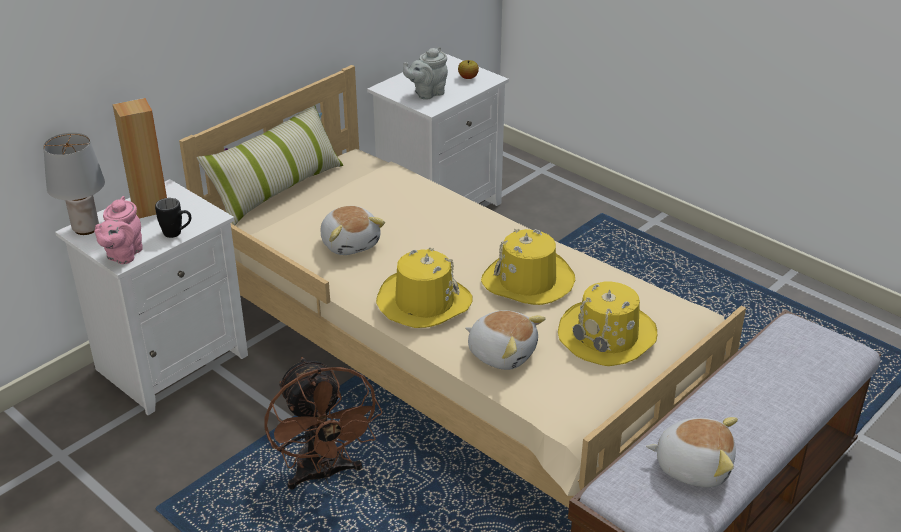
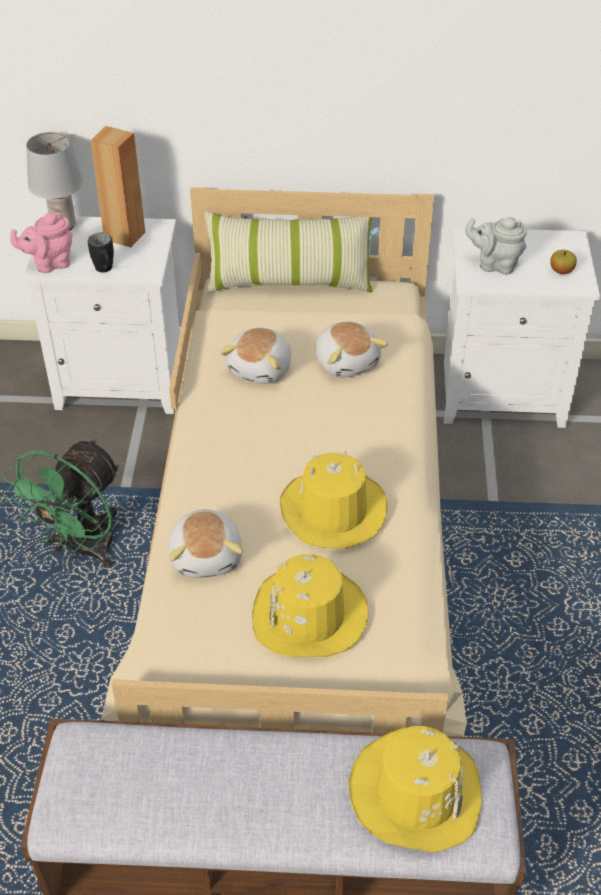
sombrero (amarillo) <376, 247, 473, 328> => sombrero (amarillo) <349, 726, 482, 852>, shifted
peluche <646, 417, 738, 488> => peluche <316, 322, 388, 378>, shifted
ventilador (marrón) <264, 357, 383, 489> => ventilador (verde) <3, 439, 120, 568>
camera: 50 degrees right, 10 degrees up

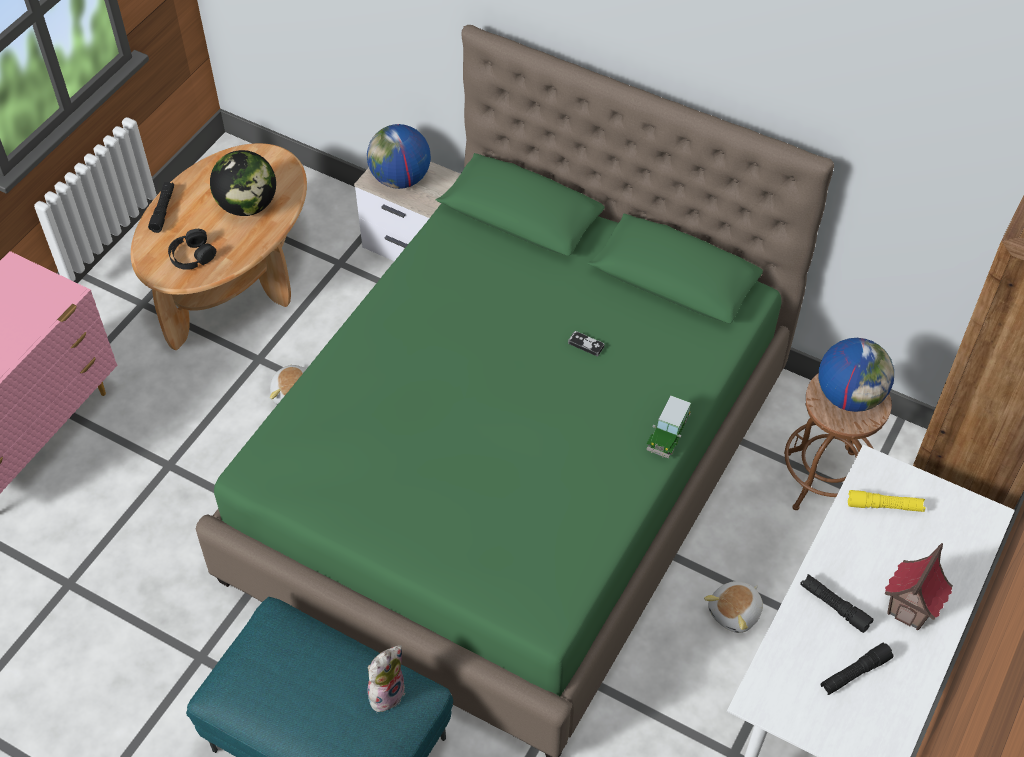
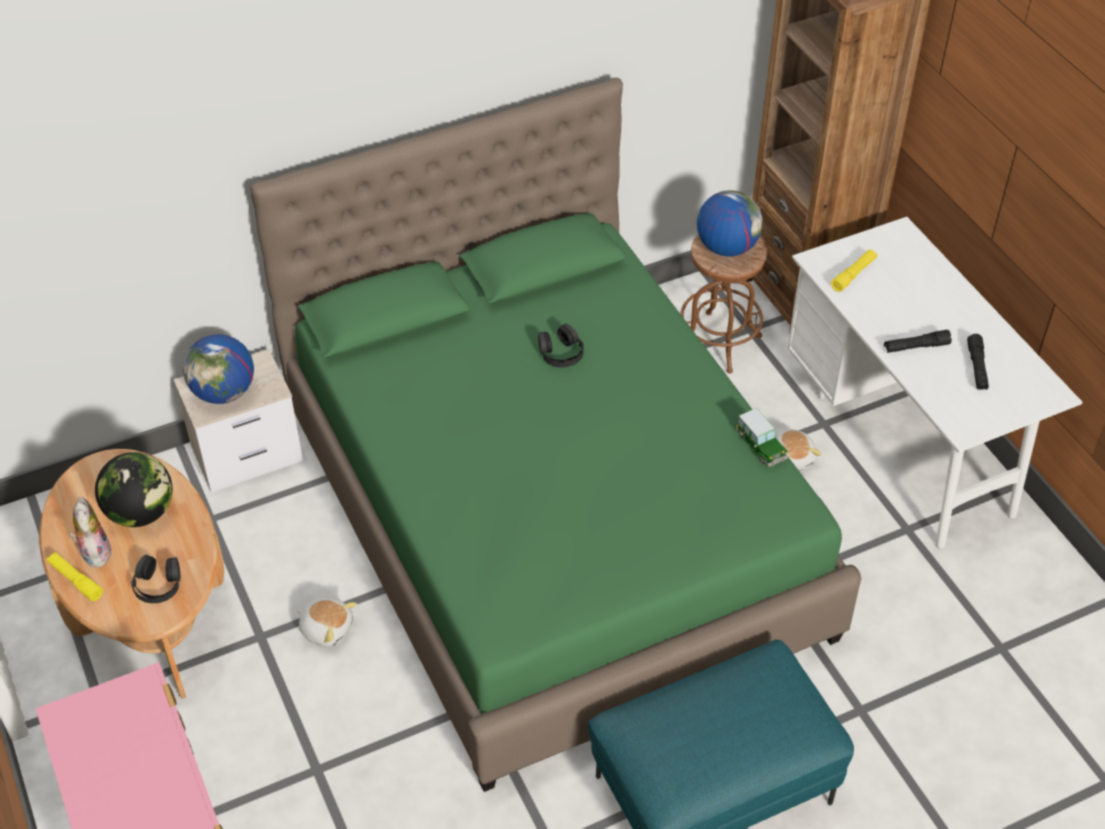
casita <885, 543, 953, 630> => nothing
peluche <368, 645, 405, 712> => peluche <69, 497, 112, 567>, shifted
coche de juguete <646, 395, 691, 459> => coche de juguete <736, 408, 788, 467>, shifted
mando de consola <568, 331, 605, 357> => auriculares (negro) <538, 324, 584, 367>
linterna (negro) <148, 182, 174, 233> => linterna (amarillo) <47, 552, 103, 601>
camera: 55 degrees left, 5 degrees down

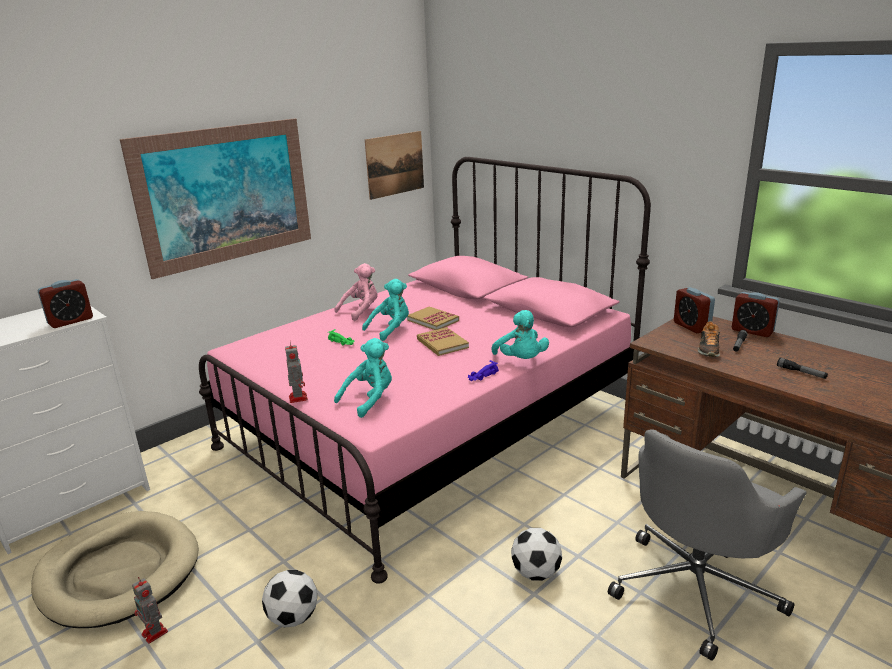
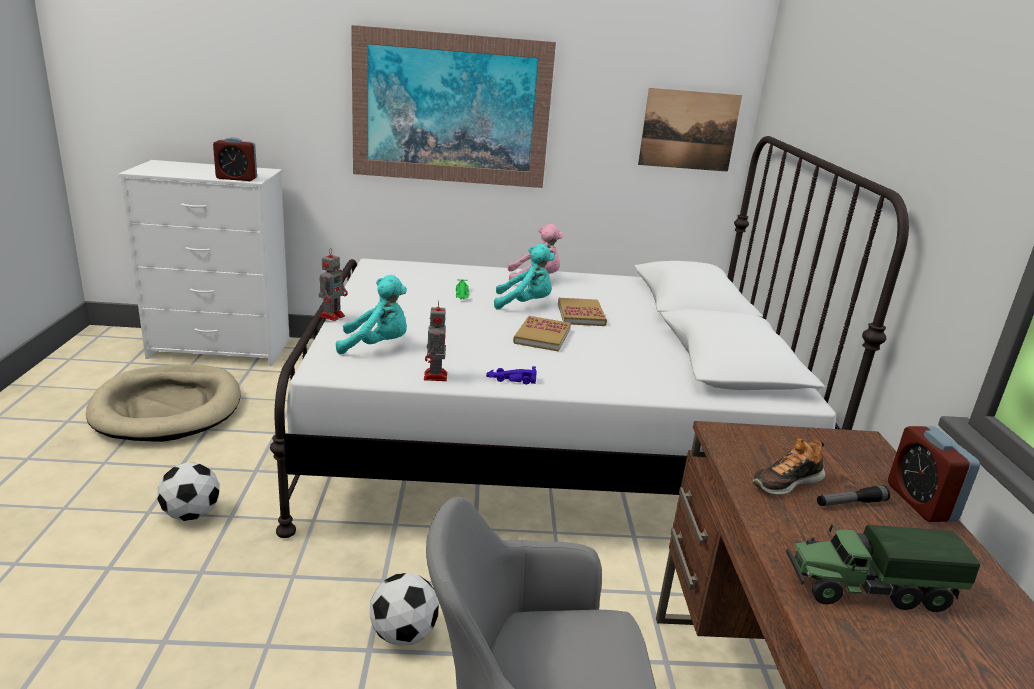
peluche (turquesa) <491, 310, 549, 359> => nothing
despertador <674, 287, 715, 333> => nothing
robot de juguete <132, 577, 168, 644> => robot de juguete <424, 300, 447, 381>, shifted
linterna <777, 357, 828, 379> => camión de juguete <786, 524, 980, 612>
cama (rosa) <199, 157, 651, 584> => cama (blanco) <270, 136, 909, 538>
camera: 40 degrees right, 0 degrees up

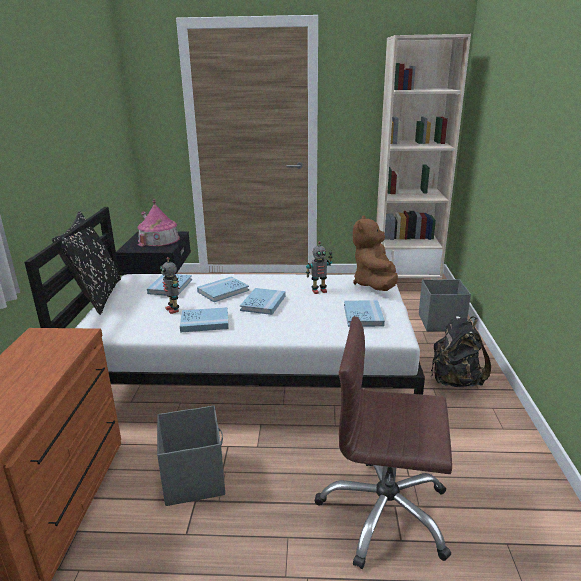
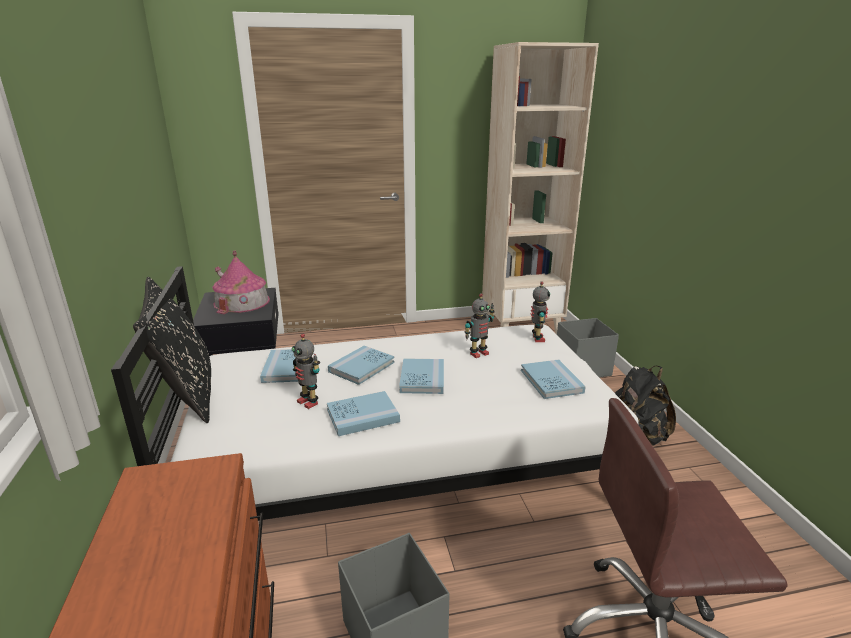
peluche (marrón) <353, 215, 398, 291> => robot de juguete <531, 281, 550, 342>
camera: 15 degrees left, 0 degrees up

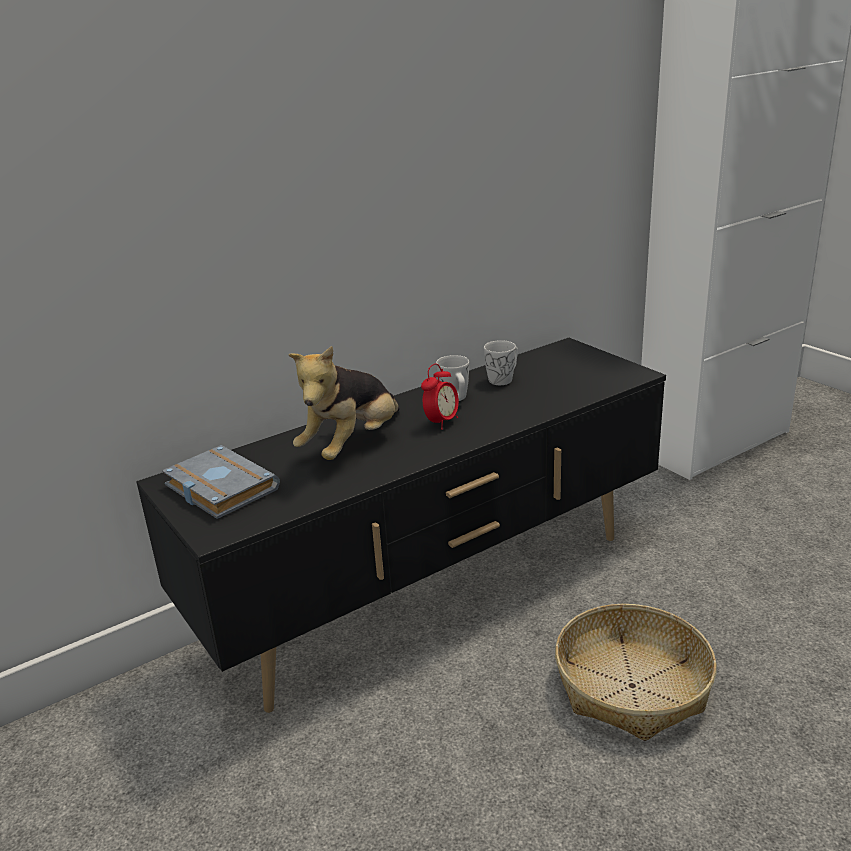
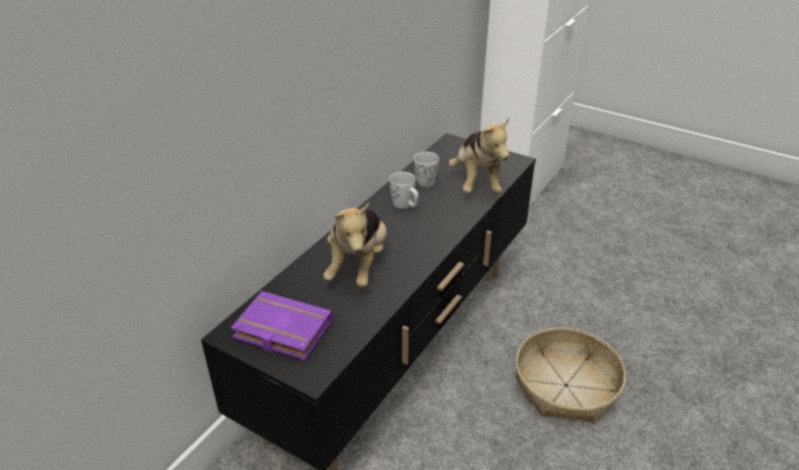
despertador <421, 363, 459, 430> => nothing
nothing => peluche <449, 118, 509, 194>
libro (gris) <162, 445, 280, 519> => libro (morado) <231, 291, 334, 361>
camera: 25 degrees left, 10 degrees up

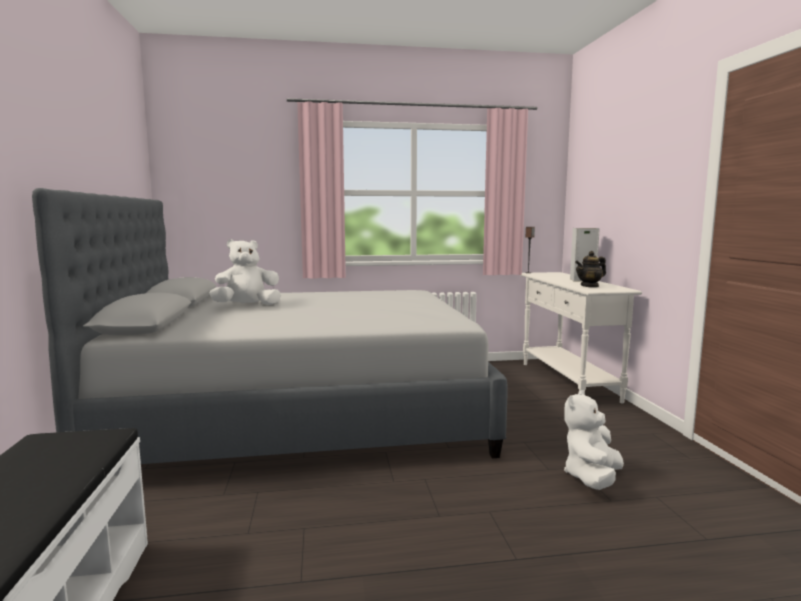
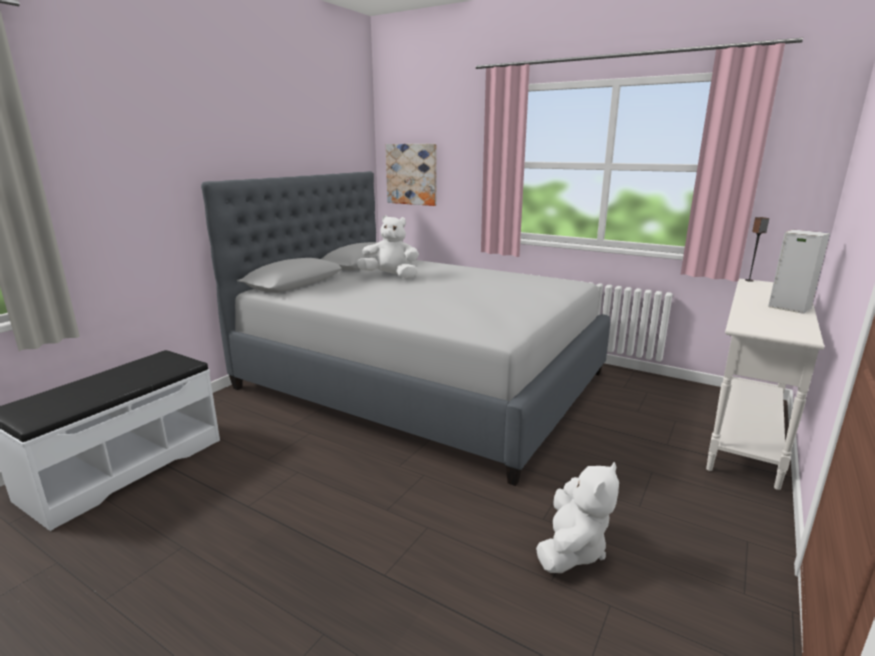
tetera <575, 251, 606, 287> => nothing
nothing => cuadro <386, 144, 436, 206>
peluche (blanco) <564, 390, 624, 490> => peluche (blanco) <536, 462, 619, 573>, 135 degrees clockwise
camera: 40 degrees right, 10 degrees up

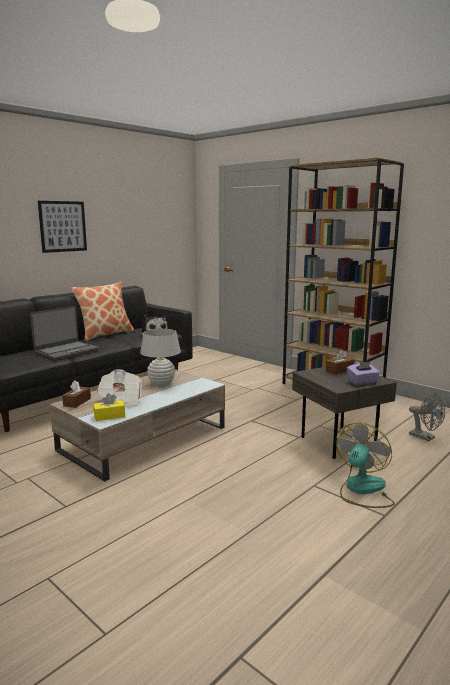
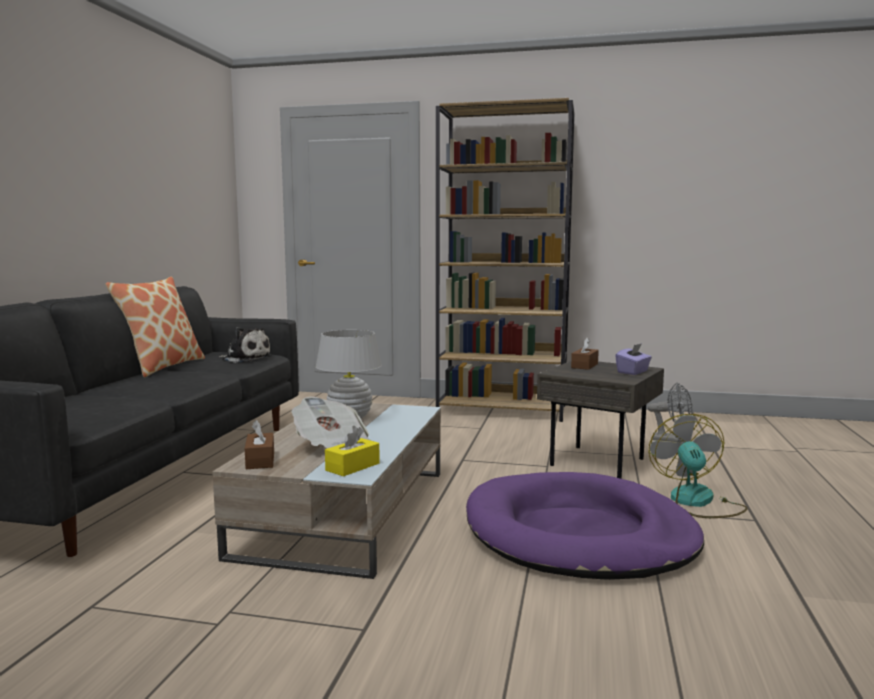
portátil <30, 306, 99, 360> => nothing
cuadro <38, 201, 87, 253> => nothing
nothing => cama para perro (morado) <466, 472, 704, 580>
camera: 30 degrees left, 5 degrees down

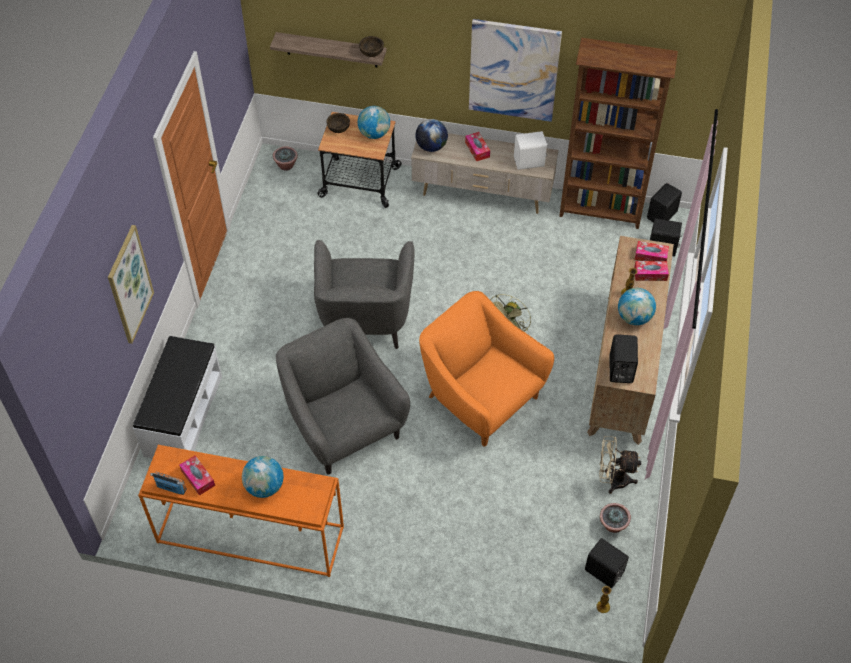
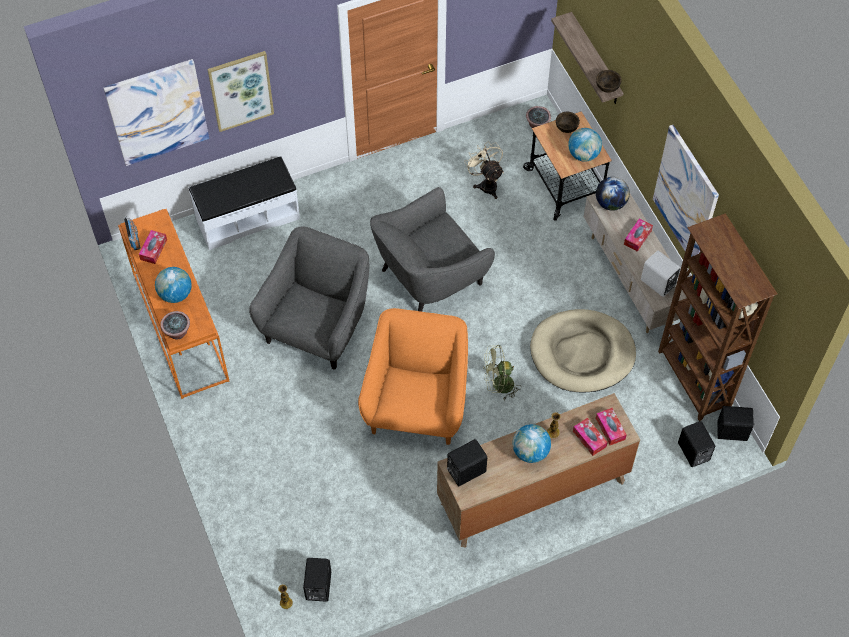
nothing => cuadro <103, 59, 209, 166>
nothing => cama para perro (beis) <530, 309, 636, 393>
ventilador (beis) <599, 436, 641, 494> => ventilador (beis) <464, 141, 504, 199>, shifted
planta en maceta <600, 503, 631, 533> => planta en maceta <160, 311, 190, 340>, shifted
camera: 55 degrees right, 5 degrees up

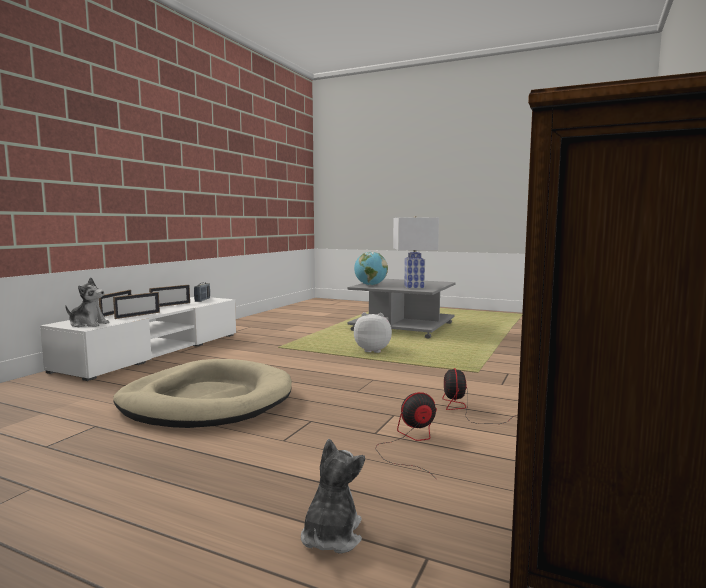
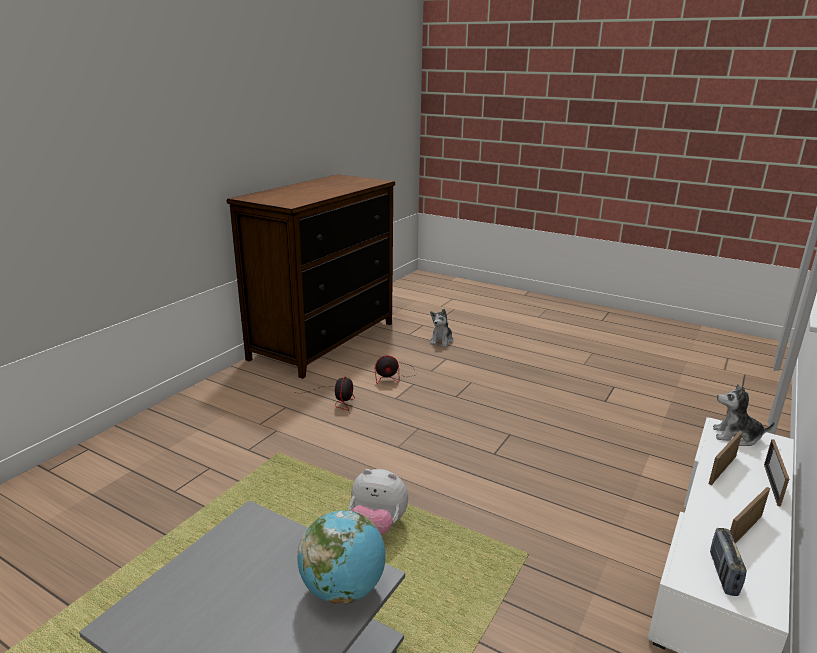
cama para perro (beis) <113, 359, 292, 428> => nothing
lámpara de mesa (blanco) <393, 216, 439, 289> => nothing
camera: 175 degrees left, 15 degrees up

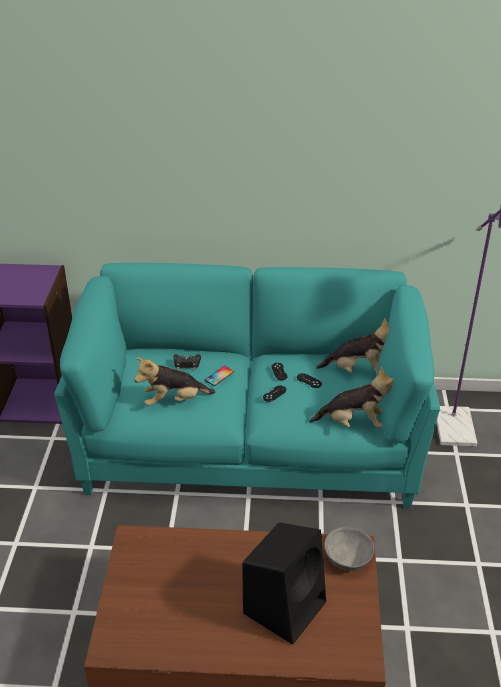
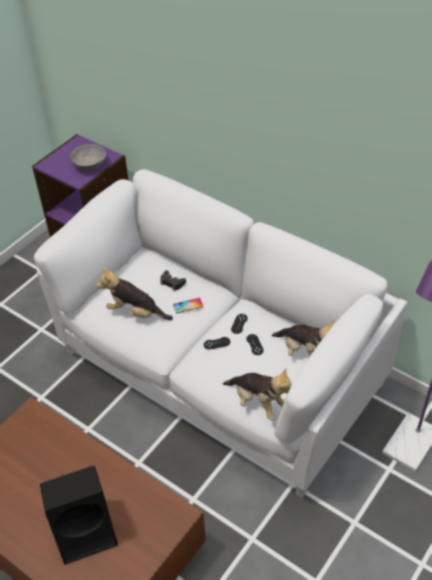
cuenco (gris) <325, 527, 374, 571> => cuenco (gris) <70, 144, 106, 171>, shifted
sofá (turquesa) <54, 263, 440, 509> => sofá (blanco) <34, 169, 407, 498>
camera: 35 degrees right, 10 degrees up

